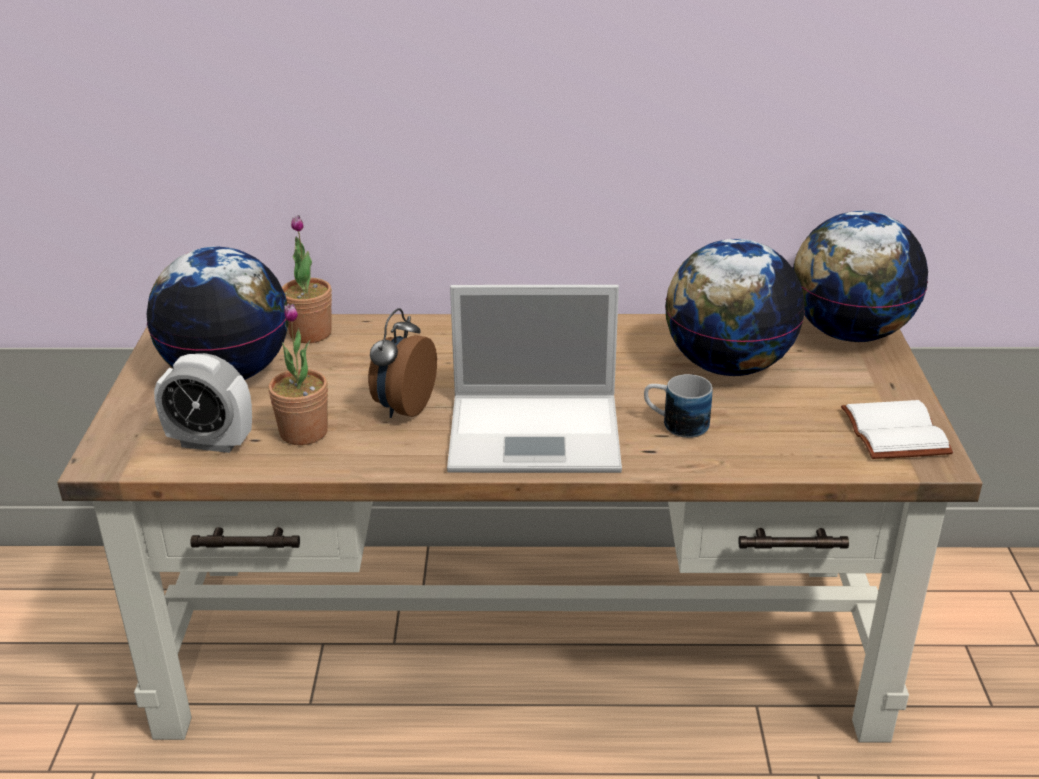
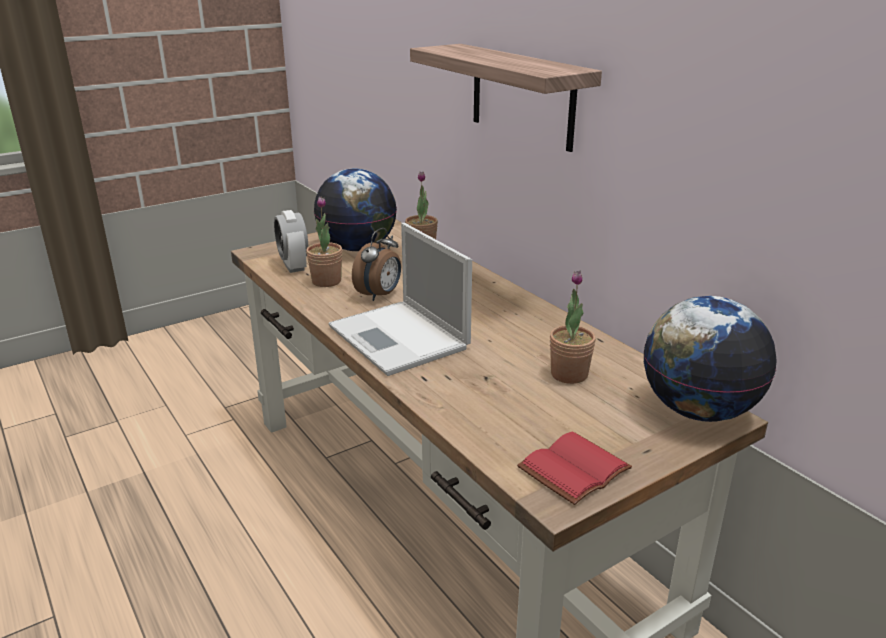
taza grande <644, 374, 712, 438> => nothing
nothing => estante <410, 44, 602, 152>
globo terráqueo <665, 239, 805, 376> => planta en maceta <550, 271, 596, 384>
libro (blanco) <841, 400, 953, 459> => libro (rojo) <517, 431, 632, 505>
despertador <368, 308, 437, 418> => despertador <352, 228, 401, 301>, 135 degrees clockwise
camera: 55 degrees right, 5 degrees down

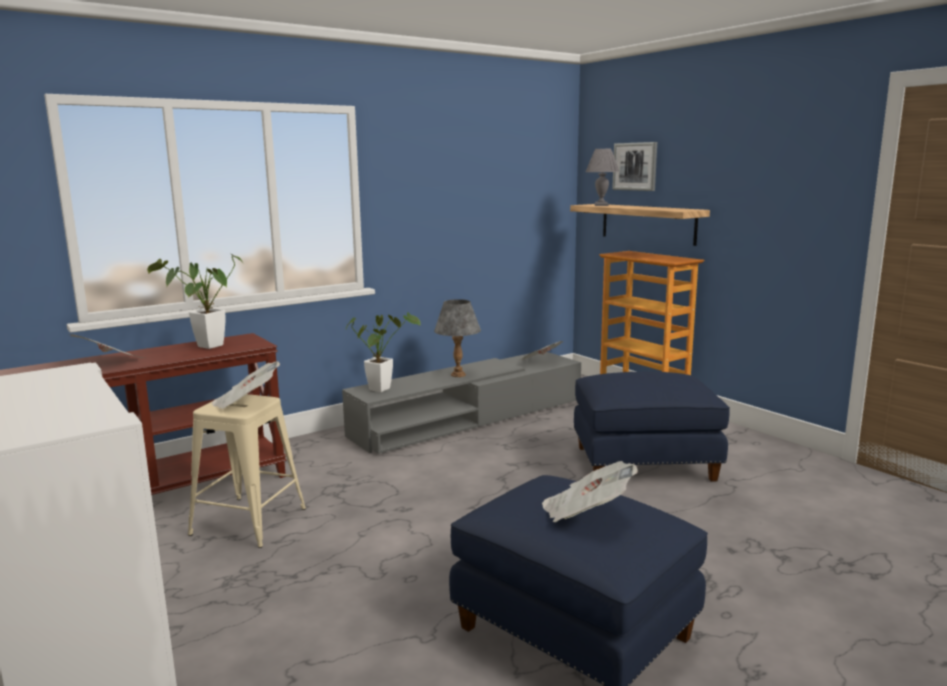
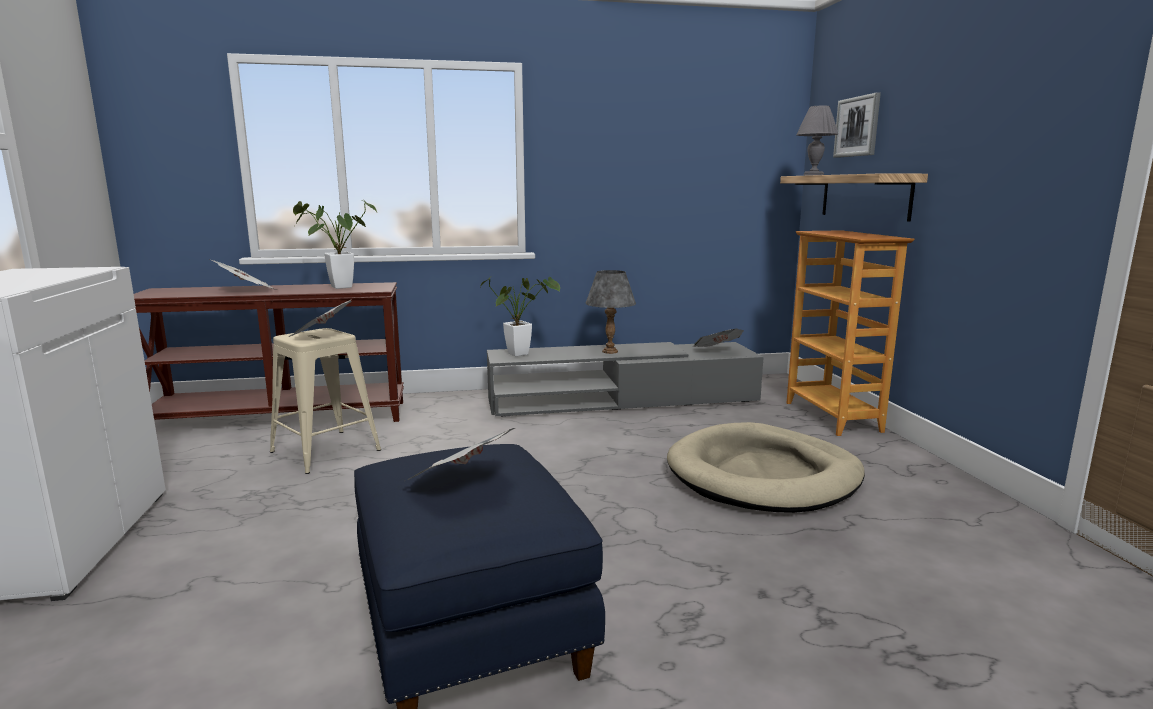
puf (azul) <574, 372, 730, 481> => cama para perro (beis) <667, 422, 865, 513>
camera: 25 degrees right, 0 degrees up

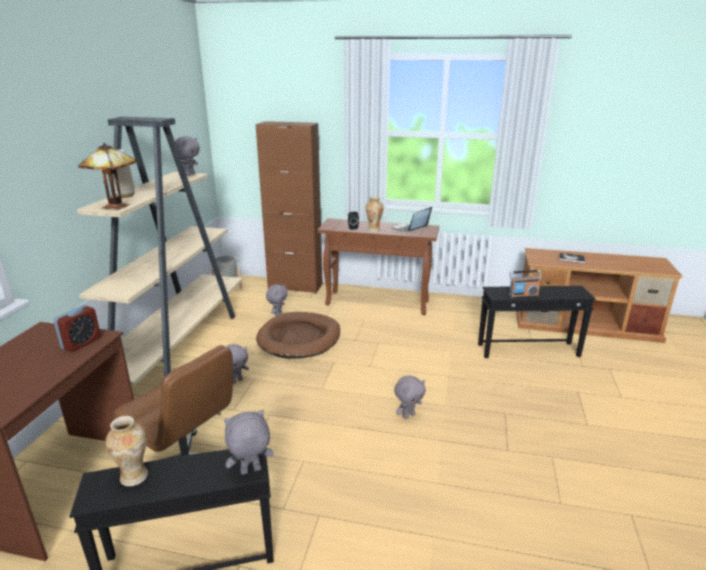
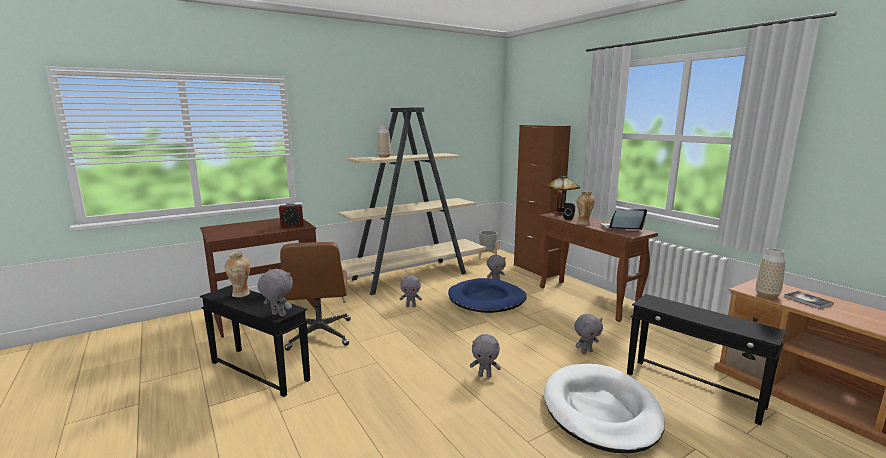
radio <509, 270, 541, 299> => nothing
nothing => cama para perro (blanco) <544, 364, 665, 453>
nothing => florero <756, 248, 786, 298>
lámpara de mesa <78, 143, 137, 210> => lámpara de mesa <545, 174, 580, 215>, shifted
peluche (gris) <175, 136, 200, 176> => peluche (gris) <574, 314, 603, 354>, shifted
cama para perro (marrón) <256, 312, 340, 359> => cama para perro (azul) <448, 278, 526, 313>
camera: 45 degrees right, 10 degrees down

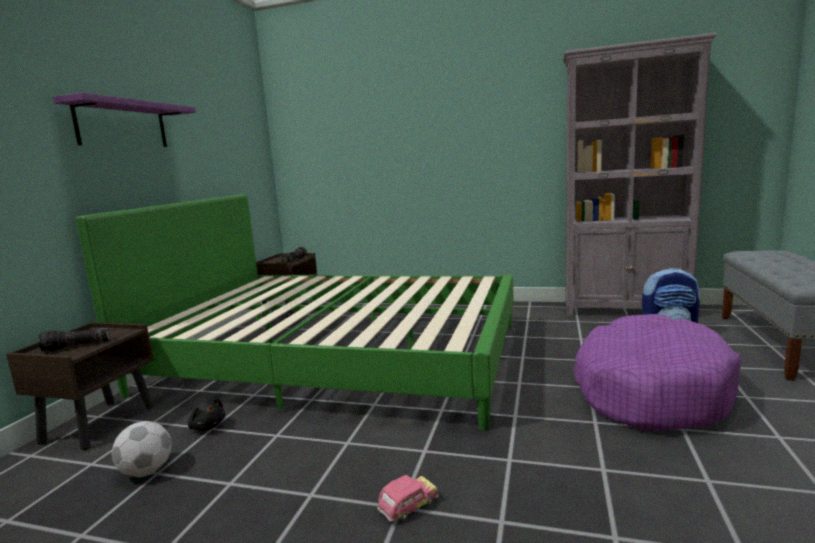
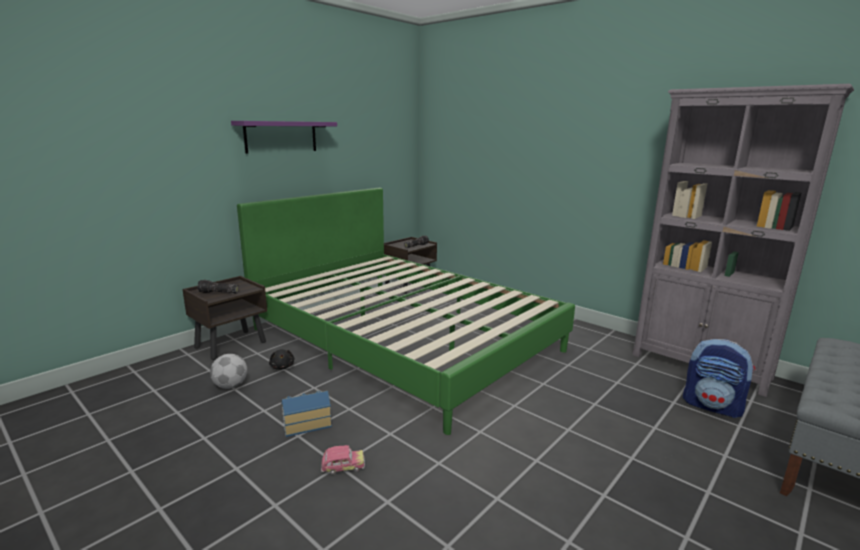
cama para perro (morado) <573, 314, 741, 431> => nothing
nothing => casita <281, 391, 332, 437>
camera: 25 degrees right, 5 degrees up

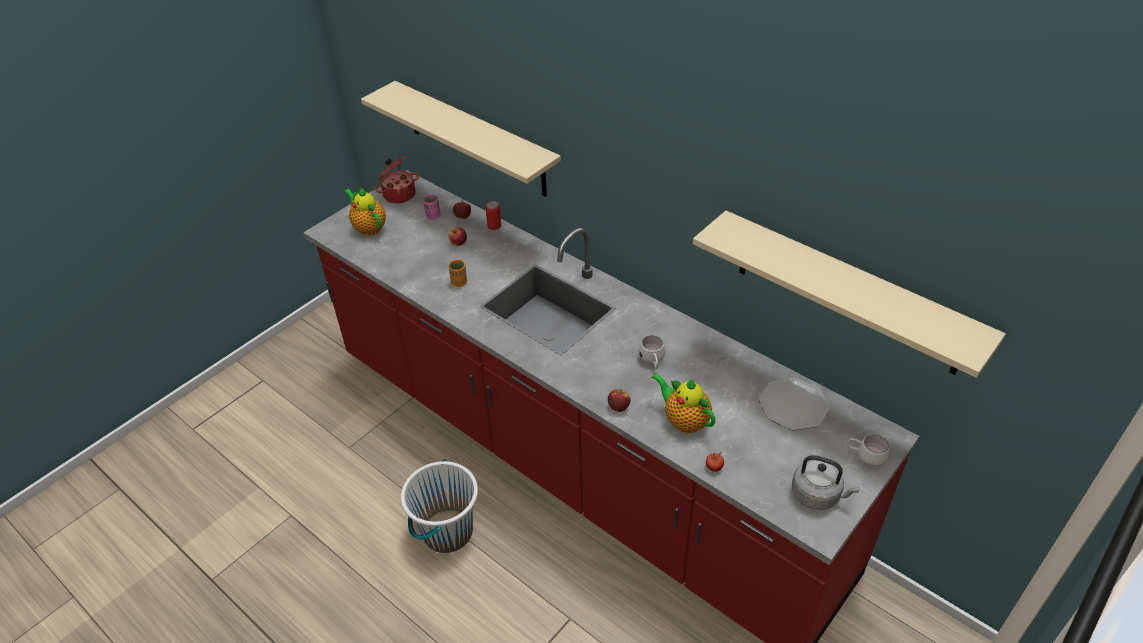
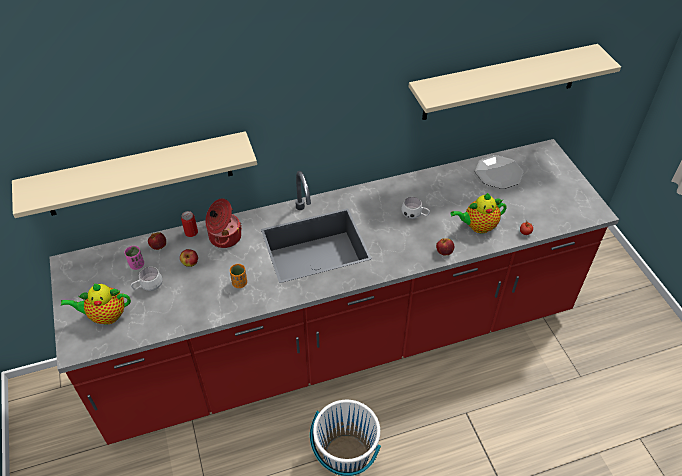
hervidor (gris) <792, 455, 860, 510> => nothing
olla <375, 156, 419, 204> => olla <205, 199, 242, 248>, shifted
taza grande (blanco) <848, 434, 890, 467> => taza grande (blanco) <131, 267, 163, 291>, shifted
camera: 60 degrees left, 5 degrees up

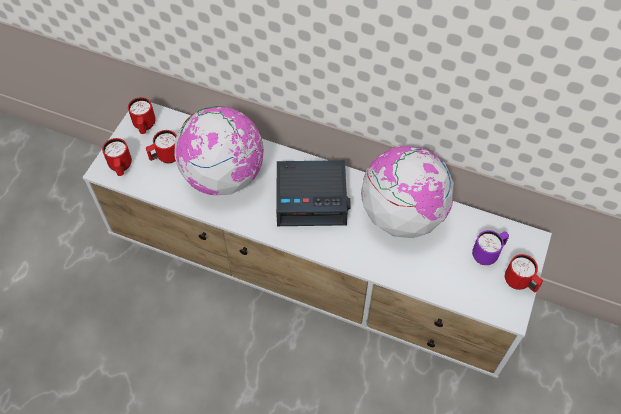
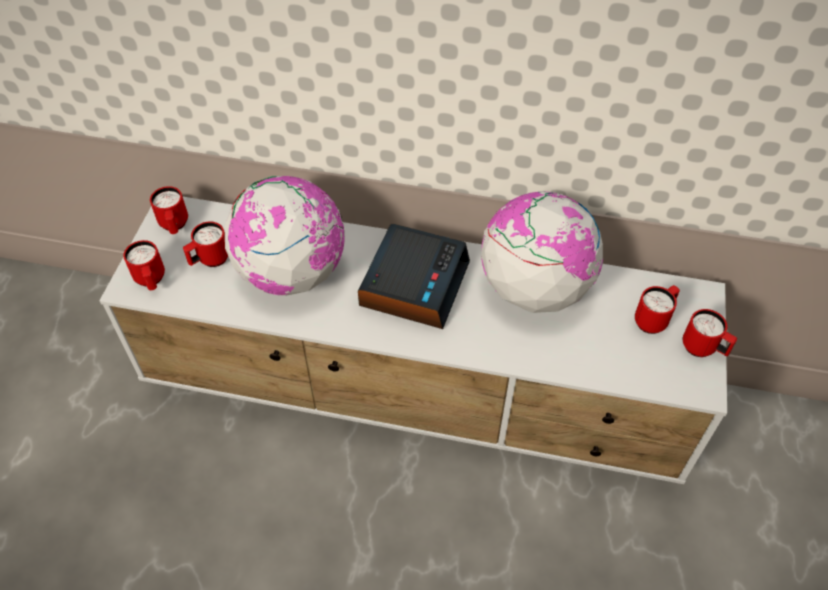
taza grande (morado) <472, 230, 509, 265> => taza grande (rojo) <635, 285, 680, 334>
despertador <276, 160, 351, 226> => despertador <358, 224, 470, 329>, 60 degrees counterclockwise
camera: 10 degrees left, 5 degrees down

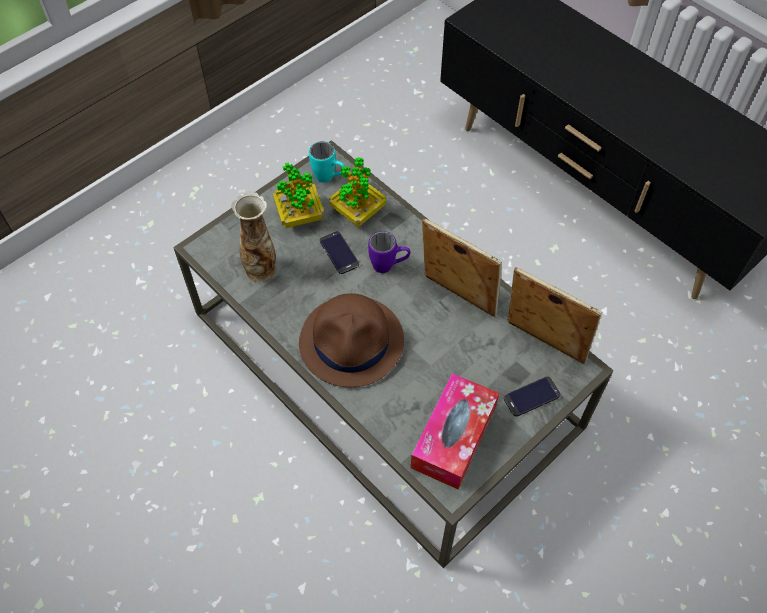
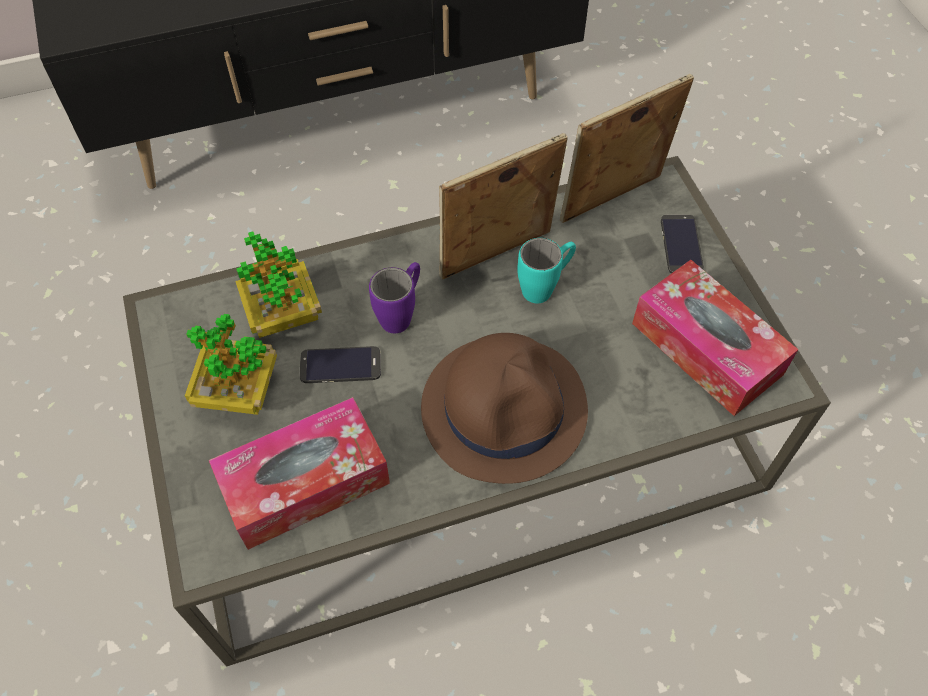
taza grande (turquesa) <309, 141, 345, 183> => taza grande (turquesa) <517, 238, 576, 303>, shifted
florero <231, 192, 276, 282> => caja de pañuelos <209, 397, 390, 550>
camera: 65 degrees left, 0 degrees up

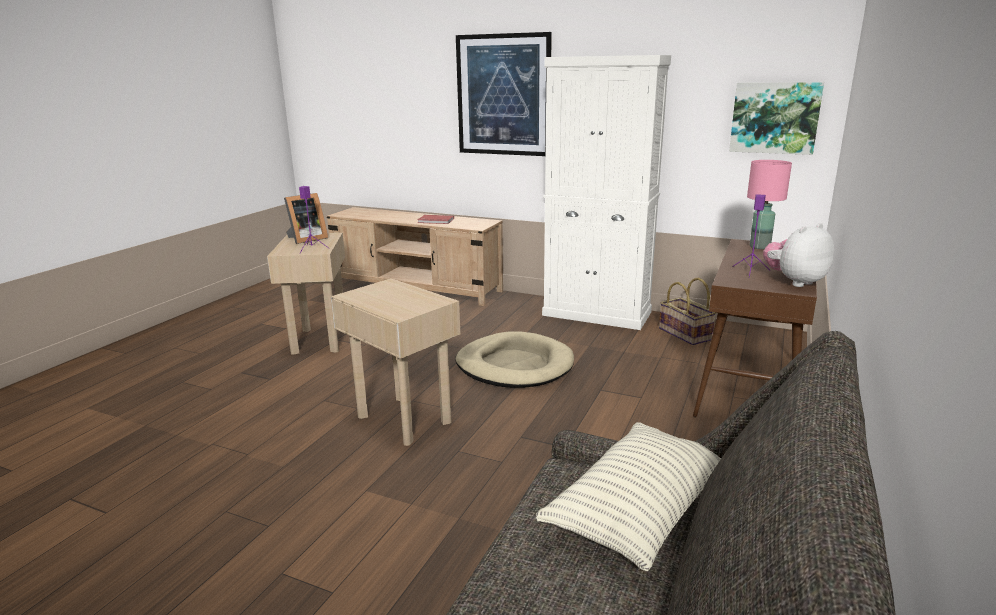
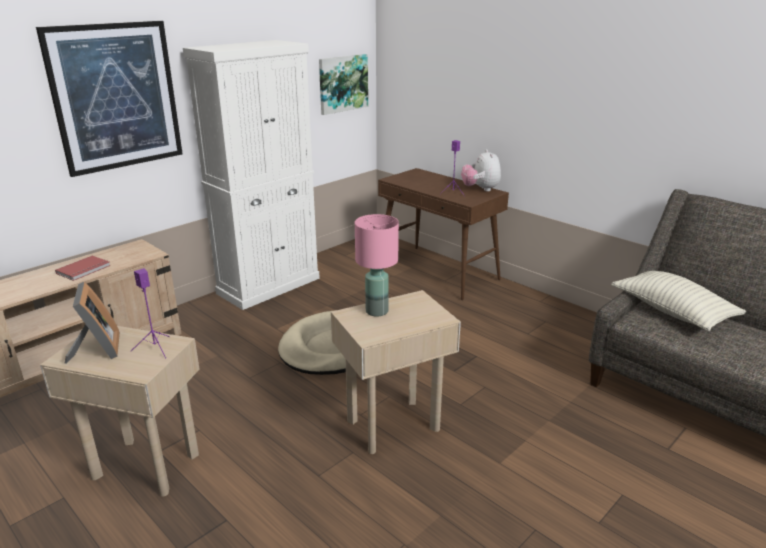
cesta <659, 278, 716, 345> => nothing
lámpara de mesa (rosa) <747, 160, 792, 249> => lámpara de mesa (rosa) <355, 214, 399, 316>, shifted
camera: 70 degrees left, 5 degrees up

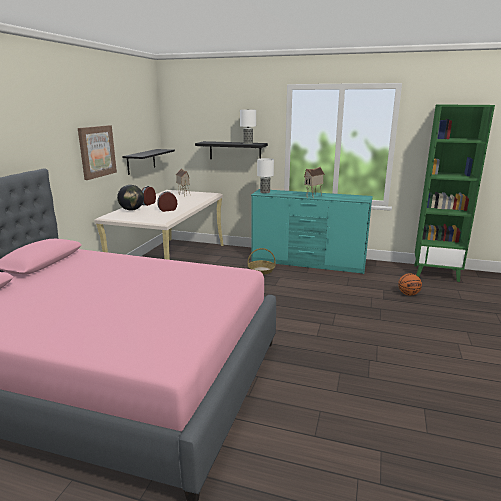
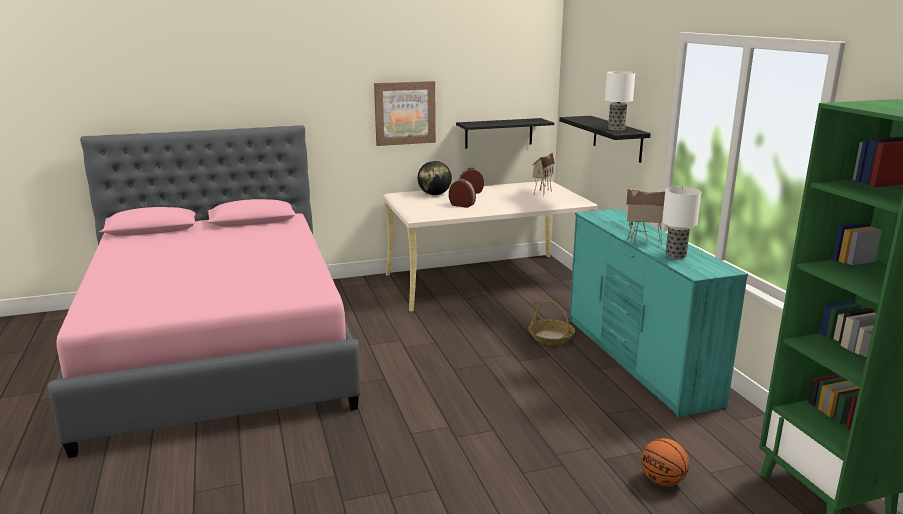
lámpara de mesa <257, 158, 274, 193> => lámpara de mesa <662, 186, 701, 259>, shifted
camera: 55 degrees right, 0 degrees up

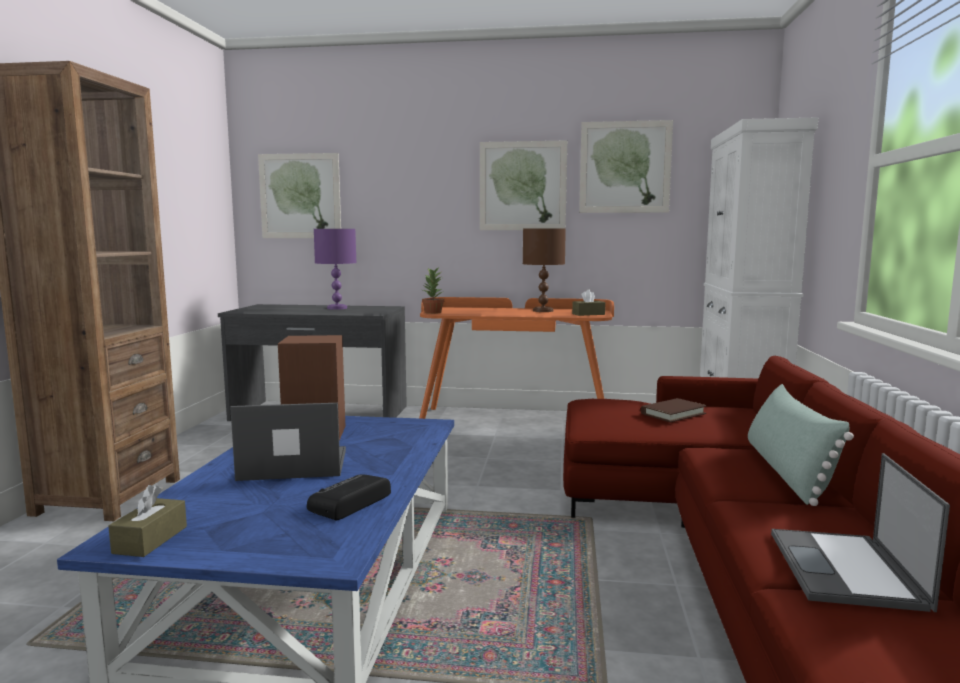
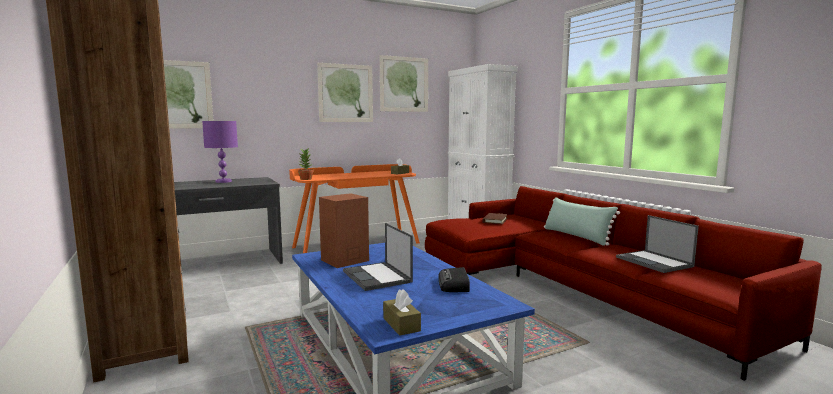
lámpara de mesa (marrón) <523, 228, 566, 312> => nothing
portátil <230, 403, 346, 481> => portátil <343, 223, 413, 291>, 75 degrees counterclockwise
camera: 35 degrees left, 0 degrees up

